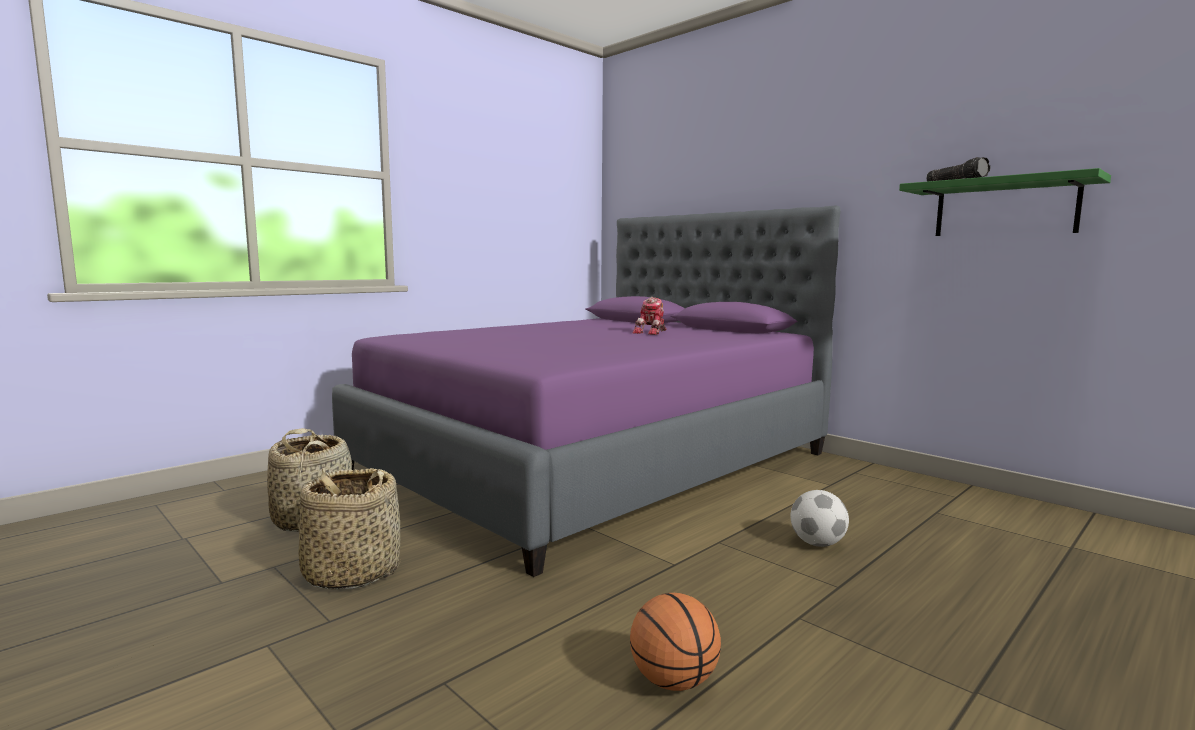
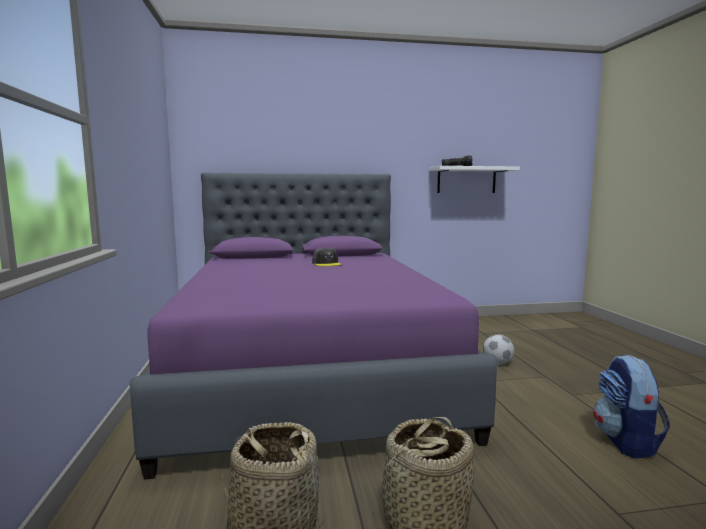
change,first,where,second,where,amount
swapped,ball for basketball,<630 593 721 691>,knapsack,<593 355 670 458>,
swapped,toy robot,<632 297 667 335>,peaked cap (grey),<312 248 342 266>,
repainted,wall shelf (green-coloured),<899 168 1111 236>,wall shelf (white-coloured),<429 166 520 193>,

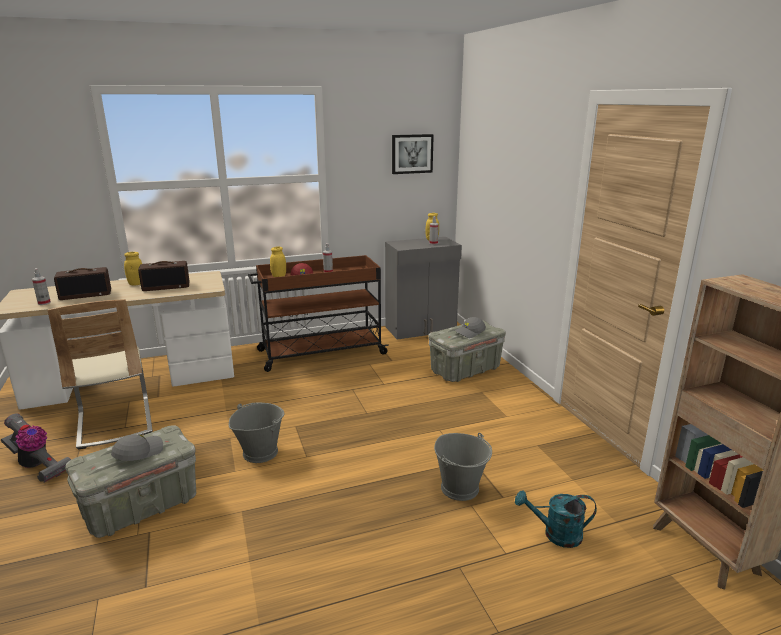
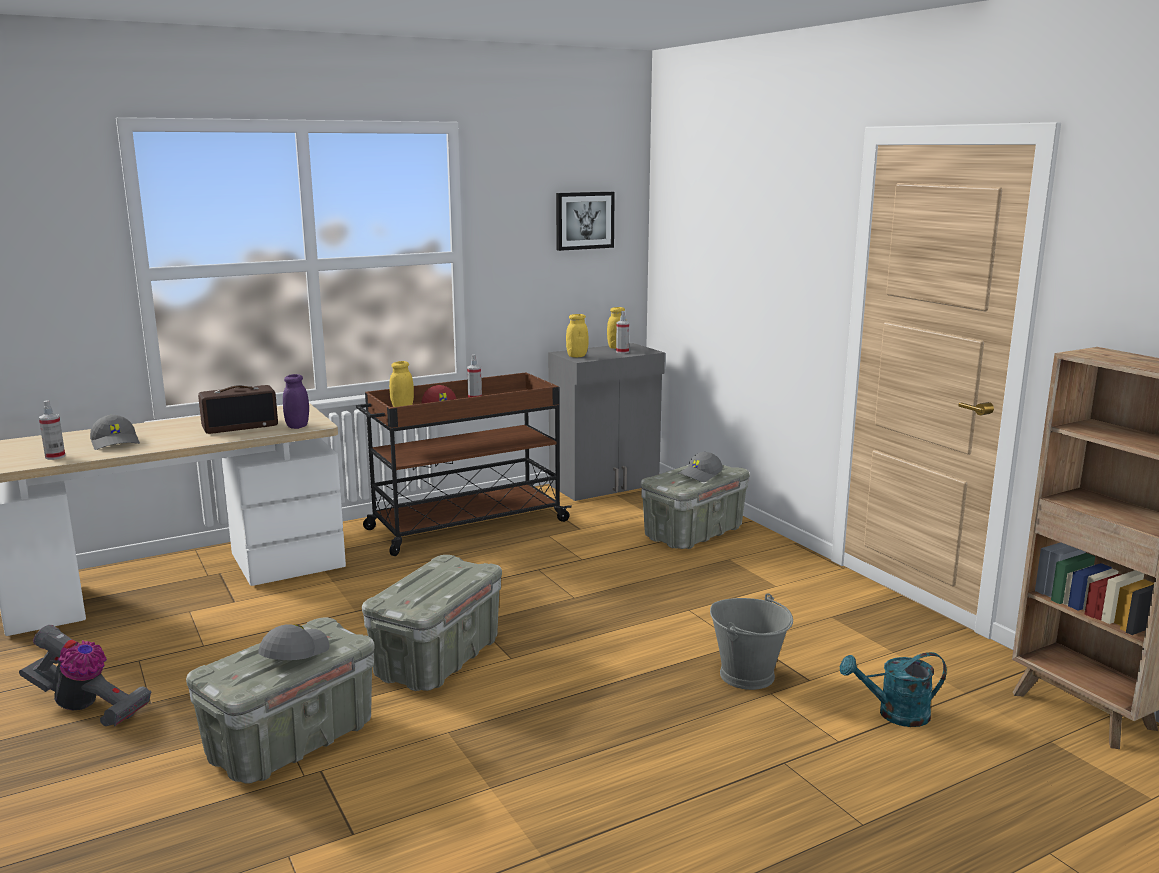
change,first,where,second,where,amount
gone,upright chair (sand-coloured),<48 299 153 449>,,,
new,,,preserve jar (purple-coloured),<283 374 309 429>,
shifted,preserve jar (yellowish),<124 252 142 285>,,<566 314 588 357>,
swapped,radio,<54 267 111 300>,peaked cap (grey),<90 415 140 450>,
swapped,water bucket (grey),<229 403 284 463>,storage box (grey),<362 555 502 691>,

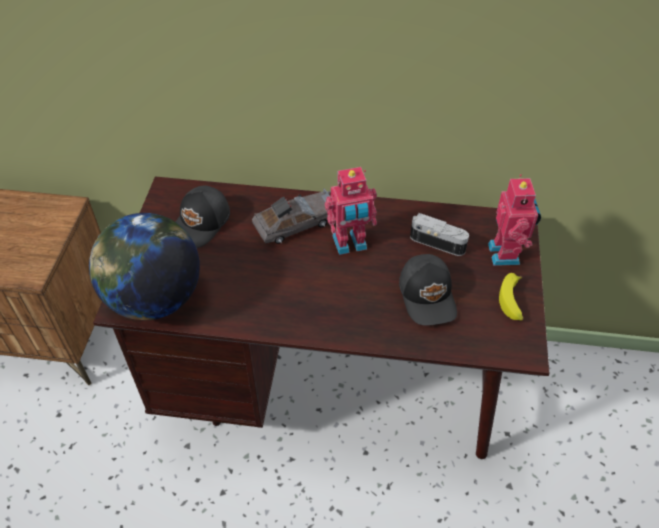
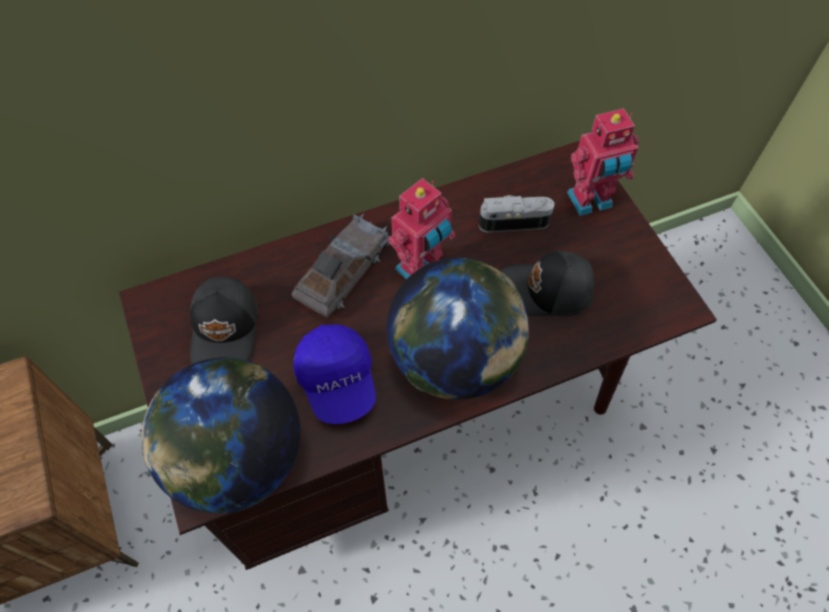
change,first,where,second,where,amount
gone,banana,<499 273 523 321>,,,
new,,,peaked cap (blue-coloured),<293 325 376 424>,
new,,,globe,<387 257 529 400>,
rotated,peaked cap (blackish),<399 254 457 325>,,<501 251 594 316>,135 degrees clockwise
rotated,toy robot,<488 174 541 266>,,<567 108 639 216>,105 degrees clockwise

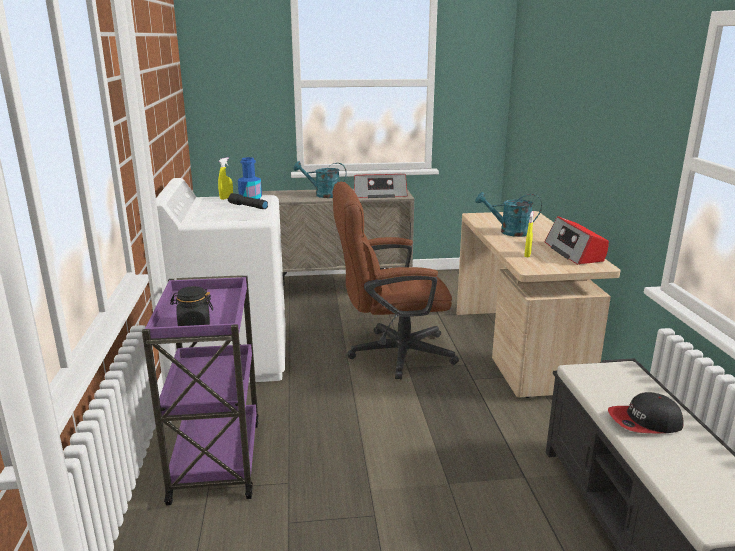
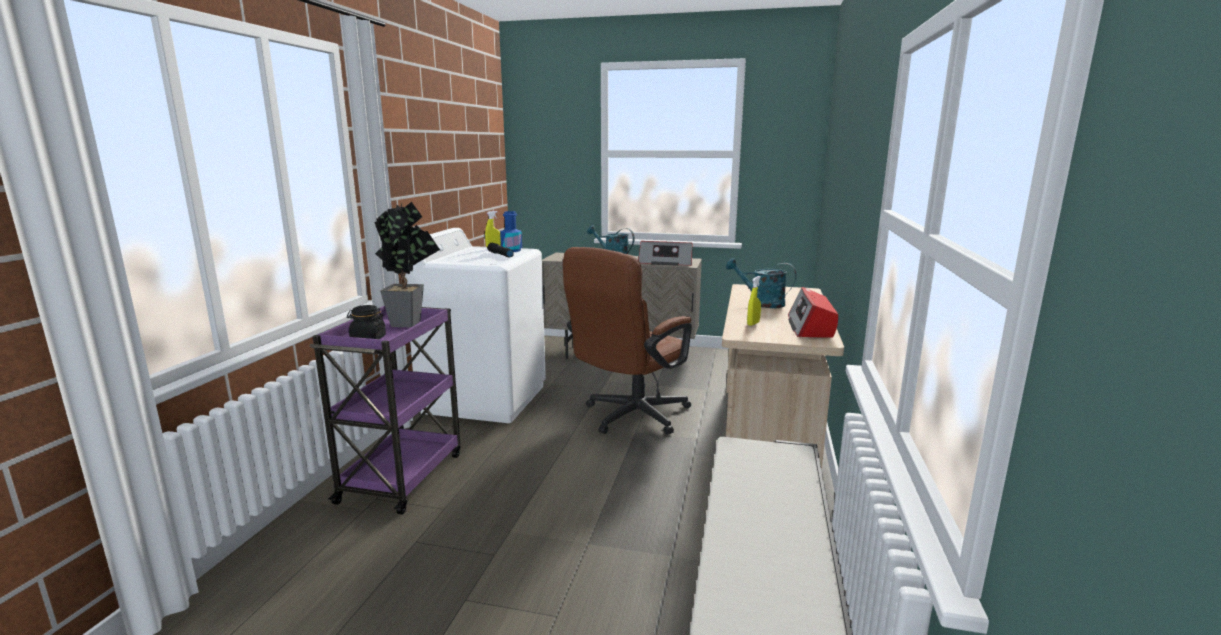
change,first,where,second,where,amount
gone,peaked cap,<608 392 684 433>,,,
new,,,potted plant,<375 202 440 327>,
rotated,computer chair (brownish),<333 182 459 379>,,<563 247 692 435>,60 degrees counterclockwise

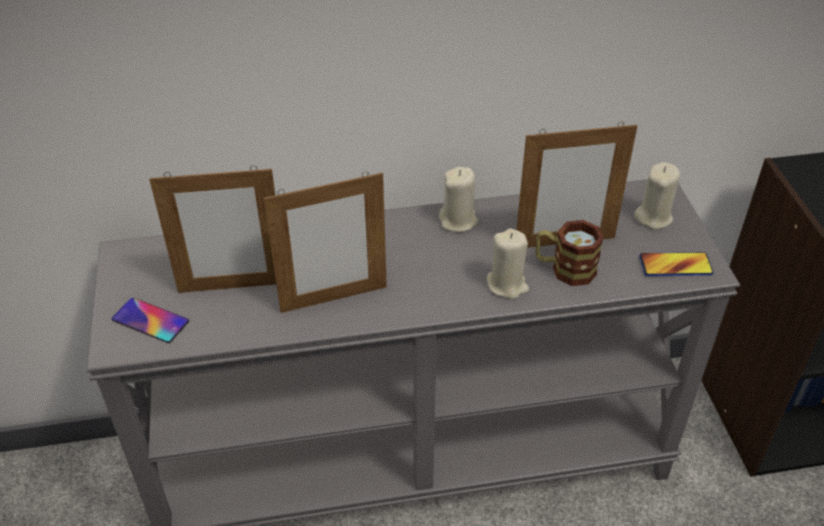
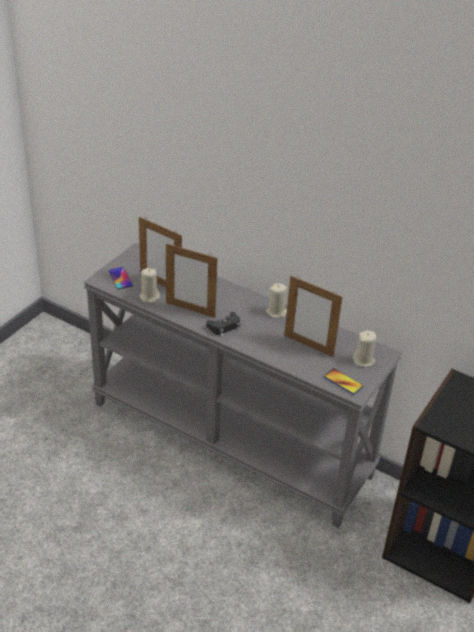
change,first,where,second,where,amount
gone,mug,<536 220 604 286>,,,
new,,,game controller (blackish),<206 312 240 337>,
shifted,wax candle (sand-coloured),<487 229 529 299>,,<140 268 160 303>,

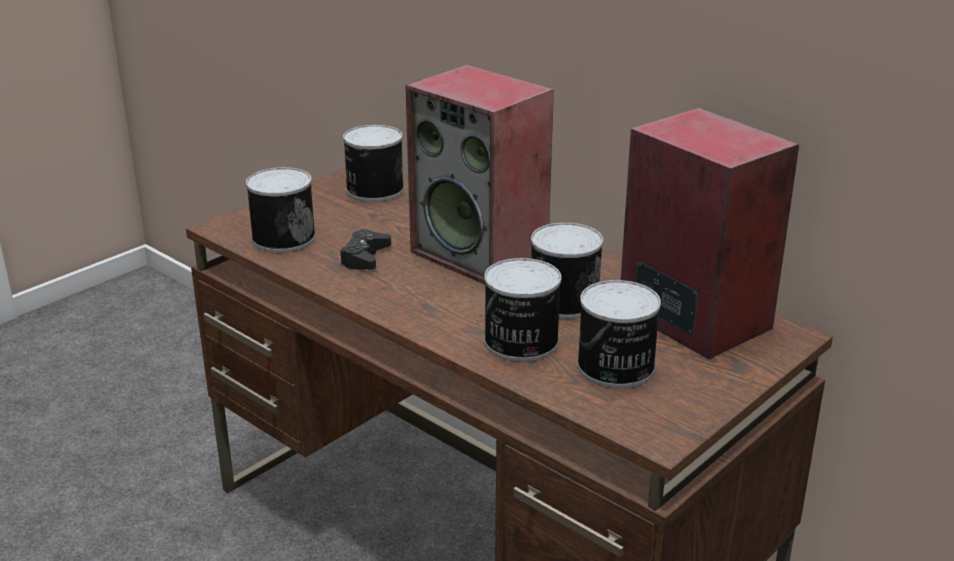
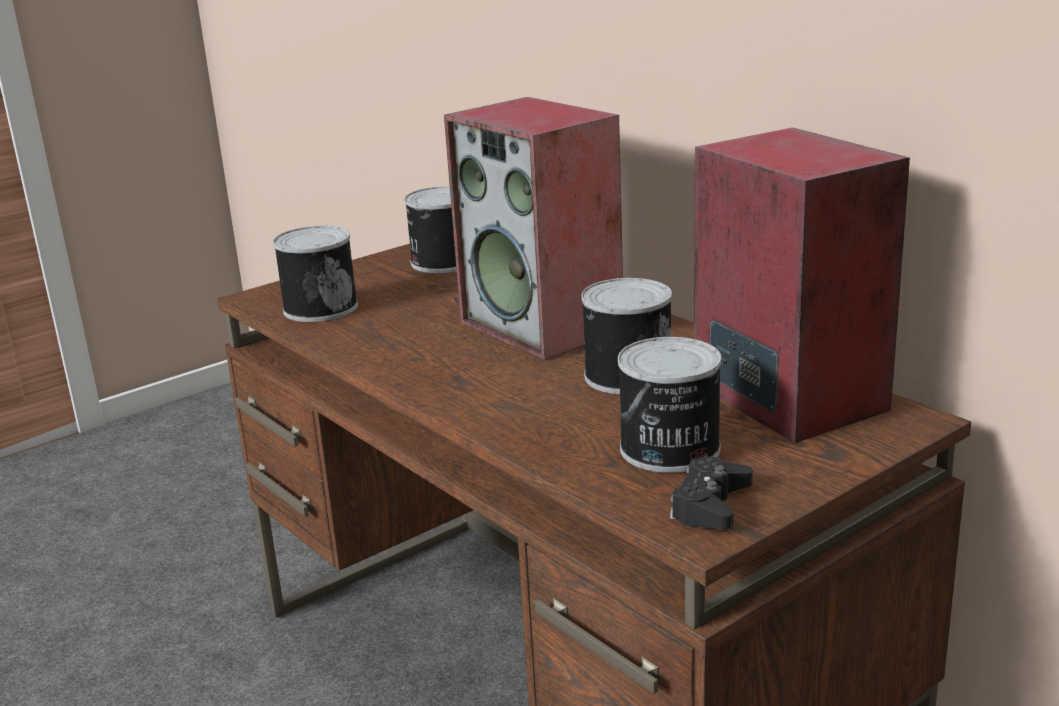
change,first,where,second,where,amount
gone,can,<484 258 561 362>,,,
shifted,game controller (blackish),<340 229 391 270>,,<670 456 753 530>,

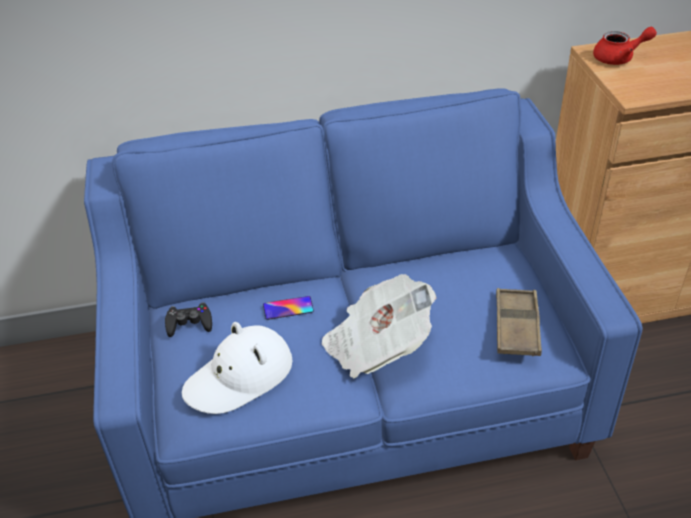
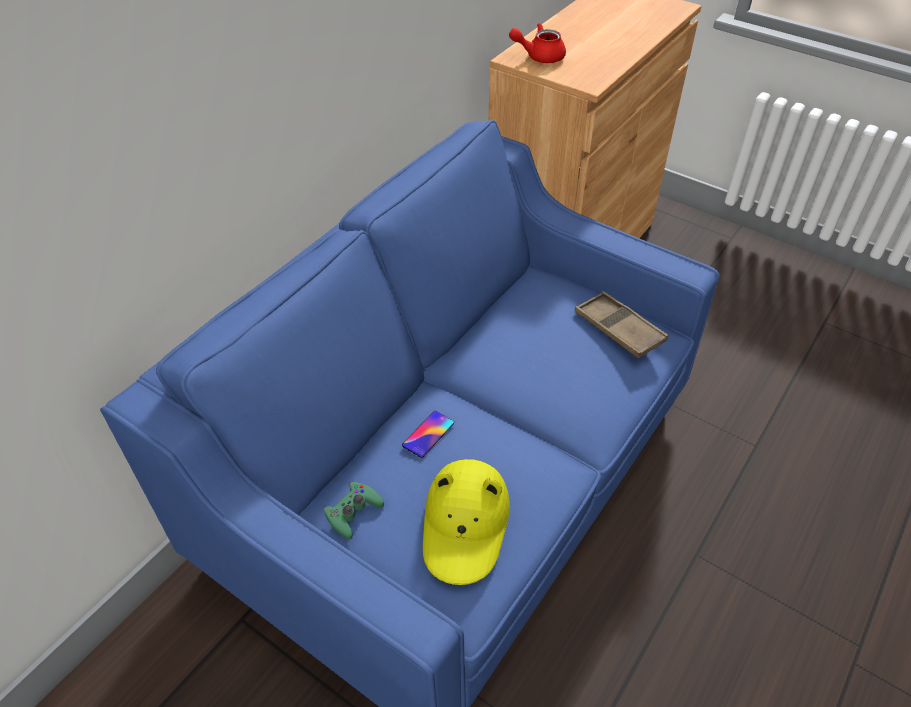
change,first,where,second,where,amount
gone,daily paper,<322 274 437 379>,,,
repainted,game controller (blackish),<165 302 212 337>,game controller (green-coloured),<324 482 384 540>,
repainted,wearable hat (white-coloured),<182 322 293 414>,wearable hat (yellowish),<423 459 510 585>,
rotated,tea pot (reddish),<593 27 657 65>,,<509 23 566 63>,135 degrees counterclockwise

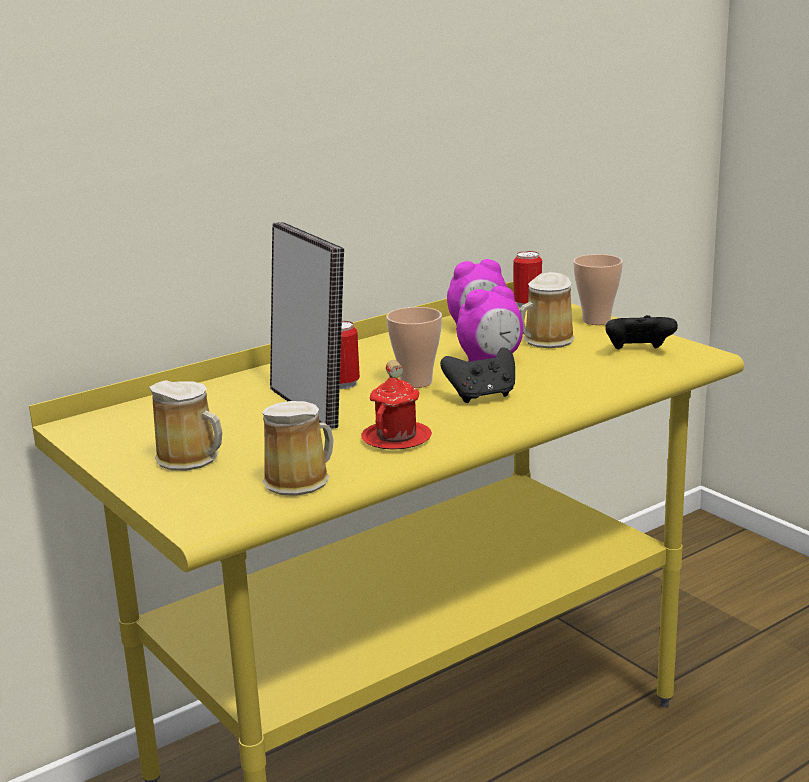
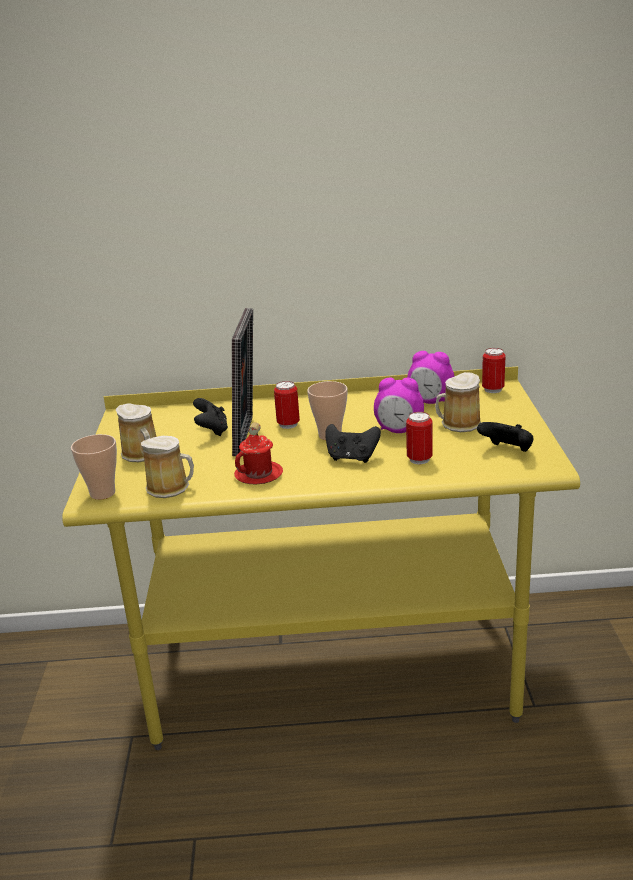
change,first,where,second,where,amount
new,,,game controller (blackish),<193 398 228 436>,
new,,,can,<406 412 433 464>,
shifted,small cup,<573 254 623 325>,,<71 434 117 500>,

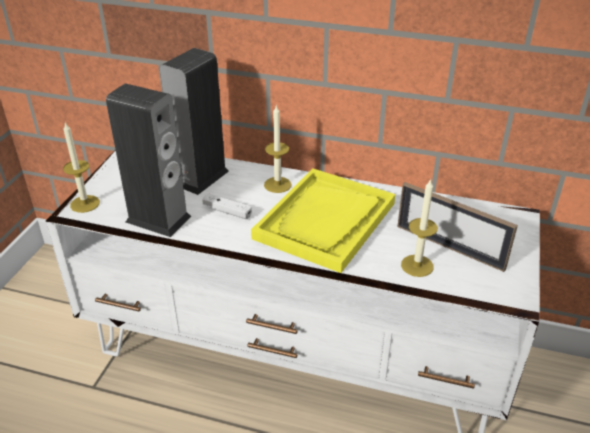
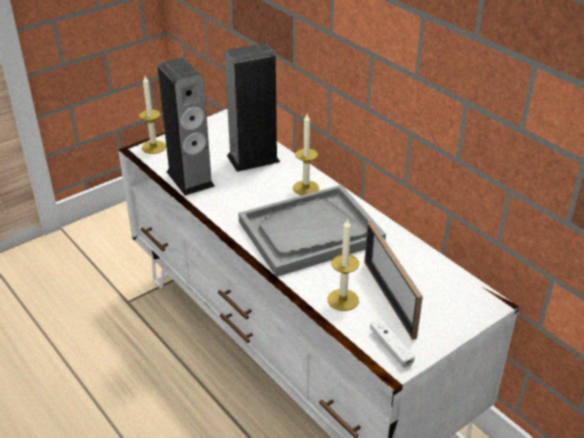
change,first,where,second,where,amount
shifted,game controller (white-coloured),<202 193 252 219>,,<370 319 415 368>,
repainted,serving tray (yellowish),<251 169 395 273>,serving tray (grey),<238 185 386 277>,

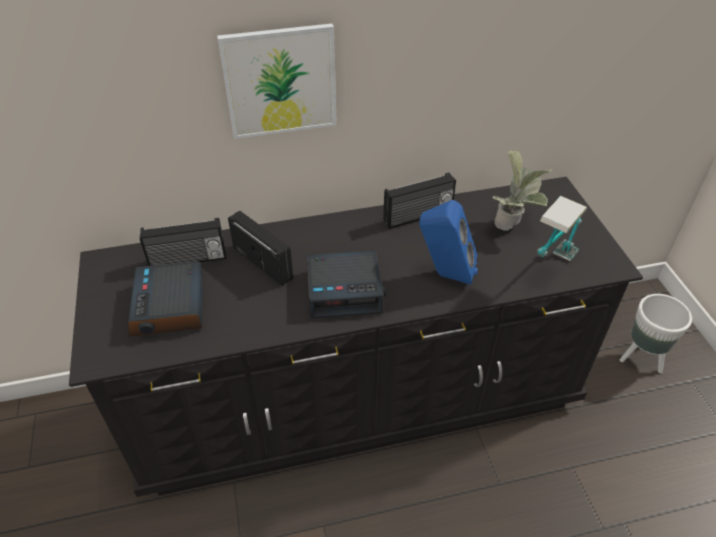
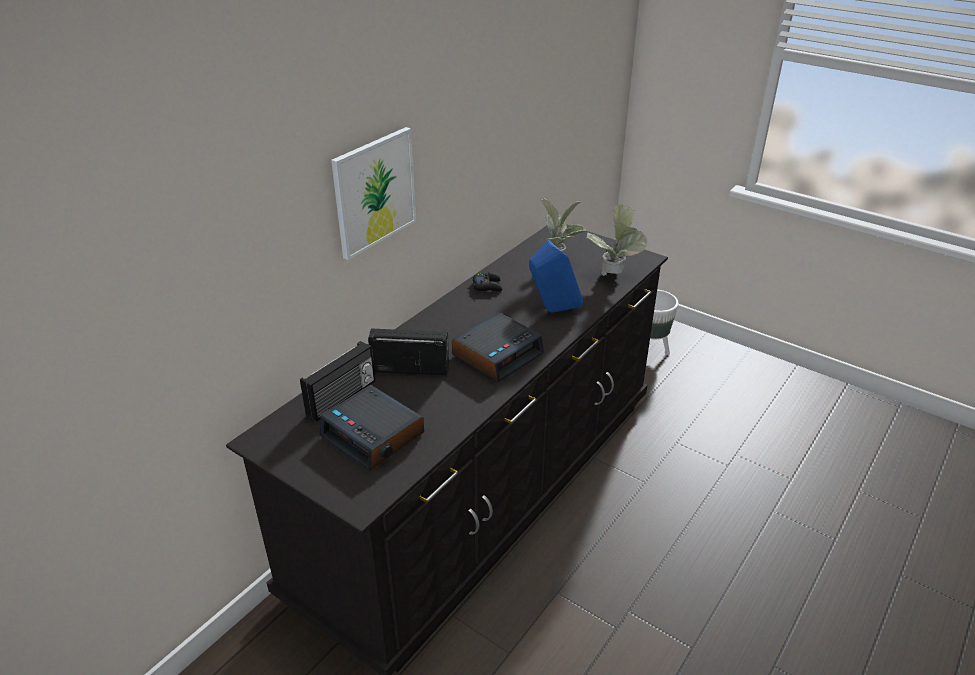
change,first,where,second,where,amount
swapped,radio,<383 172 456 229>,game controller (blackish),<473 272 502 291>,
swapped,lamp for a table,<537 196 587 262>,potted plant,<586 204 647 276>,

